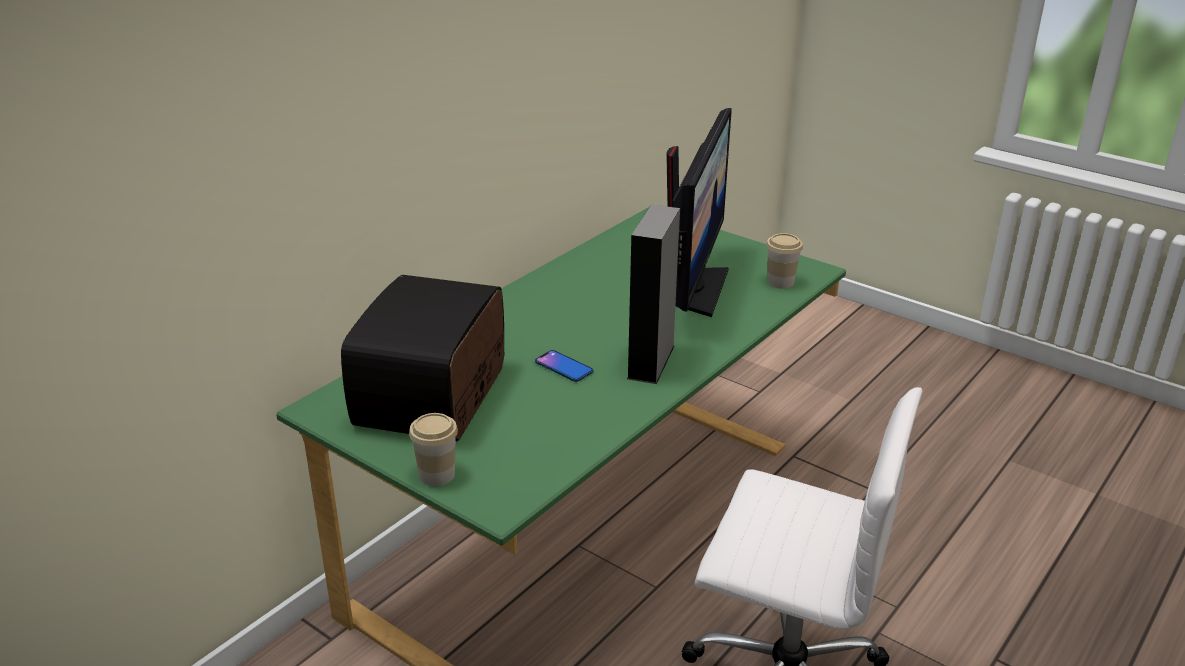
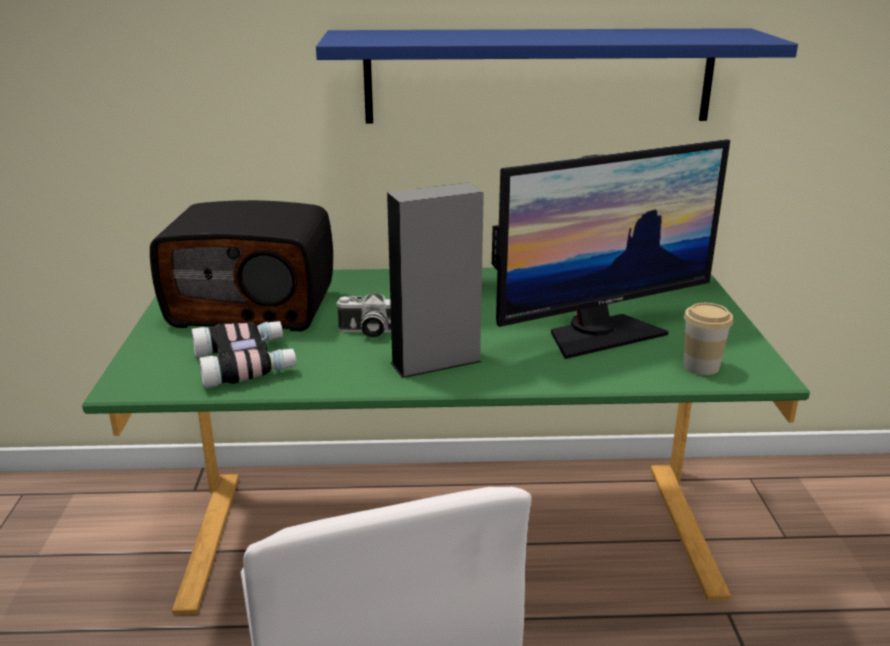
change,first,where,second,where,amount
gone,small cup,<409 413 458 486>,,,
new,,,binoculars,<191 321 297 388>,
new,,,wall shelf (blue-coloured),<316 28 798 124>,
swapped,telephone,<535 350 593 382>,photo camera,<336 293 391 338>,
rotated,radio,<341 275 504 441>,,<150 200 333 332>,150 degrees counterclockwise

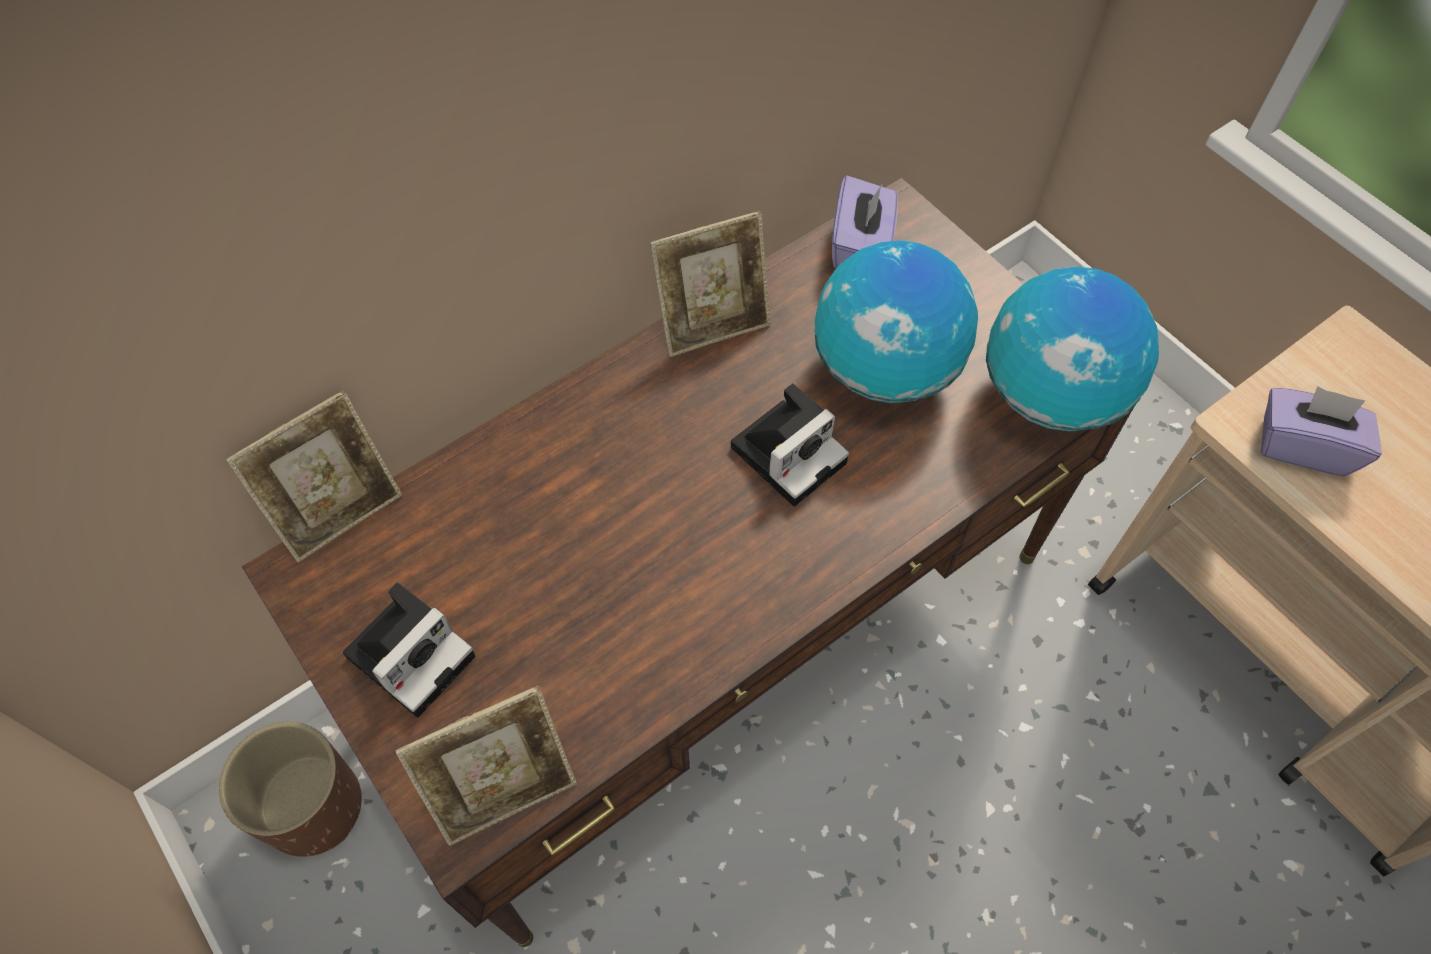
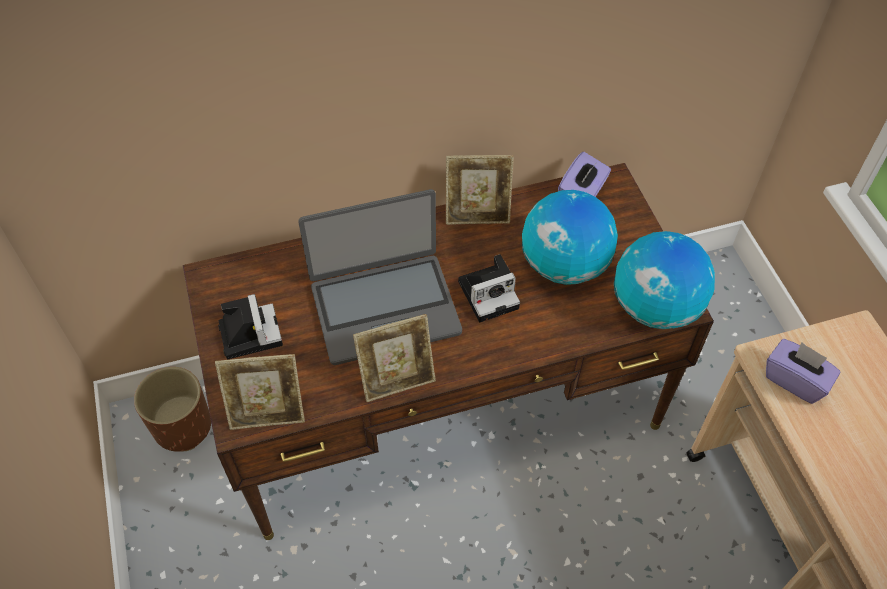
change,first,where,second,where,amount
new,,,laptop,<298 189 462 365>,
shifted,photo frame,<226 390 402 563>,,<353 314 436 402>,
rotated,photo camera,<343 582 475 717>,,<218 294 283 360>,75 degrees counterclockwise

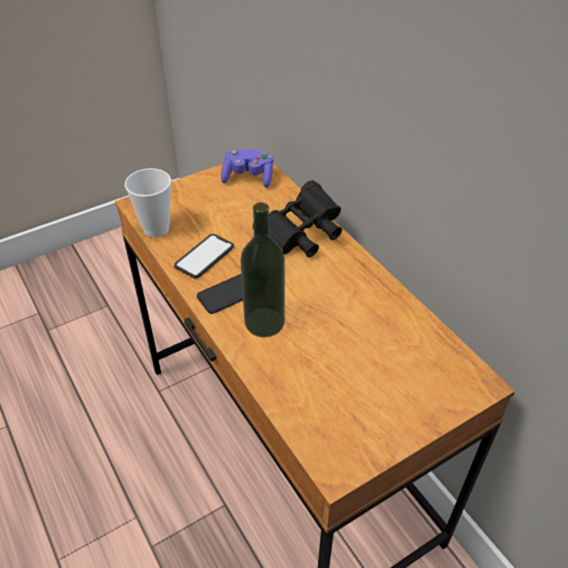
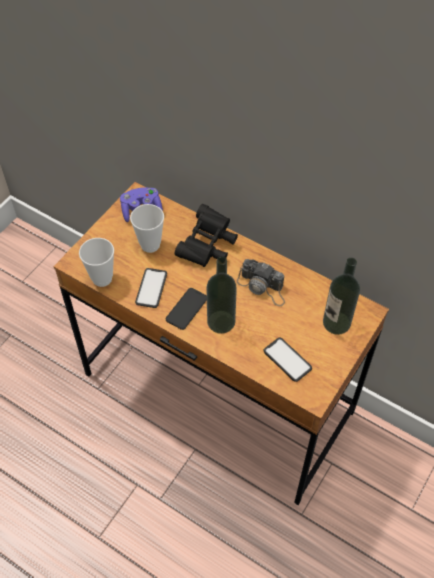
change,first,where,second,where,amount
new,,,small cup,<130 204 164 253>,
new,,,photo camera,<237 259 285 306>,
new,,,telephone,<263 338 312 382>,
new,,,bottle,<323 258 360 335>,

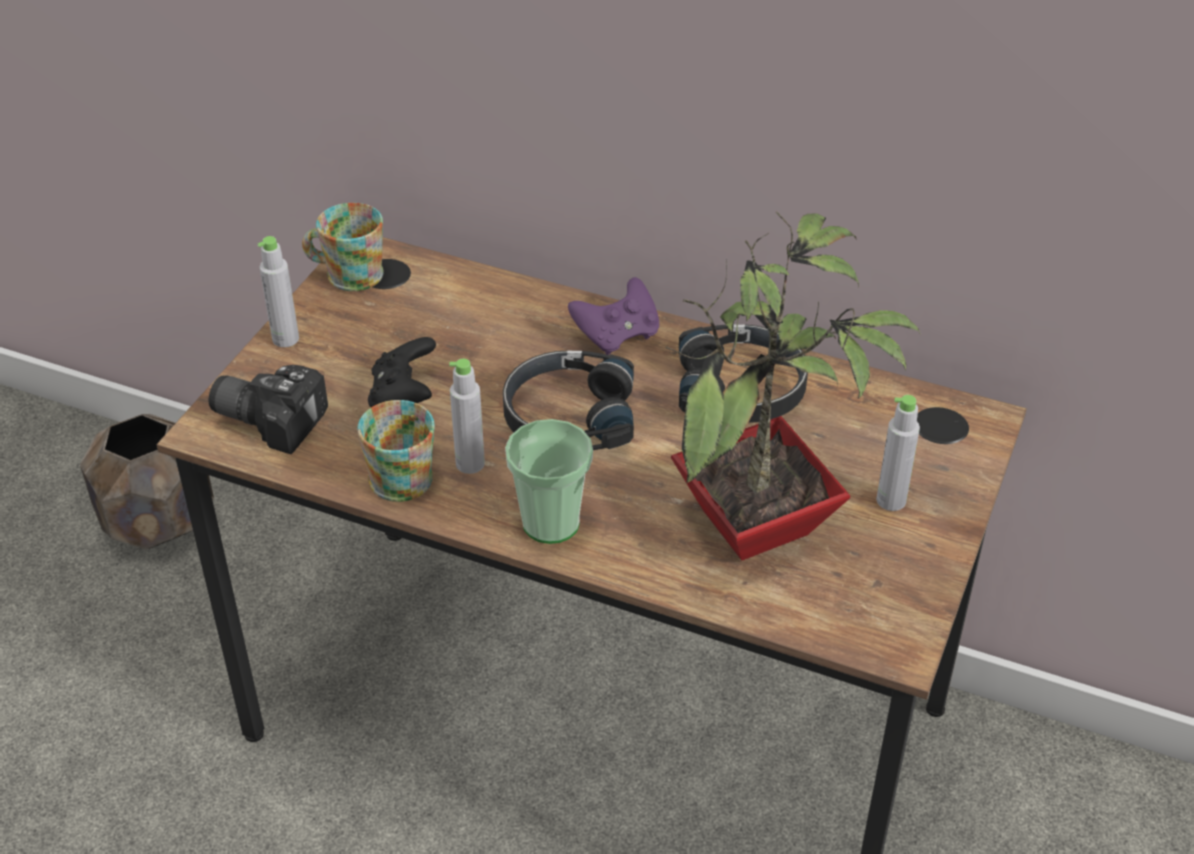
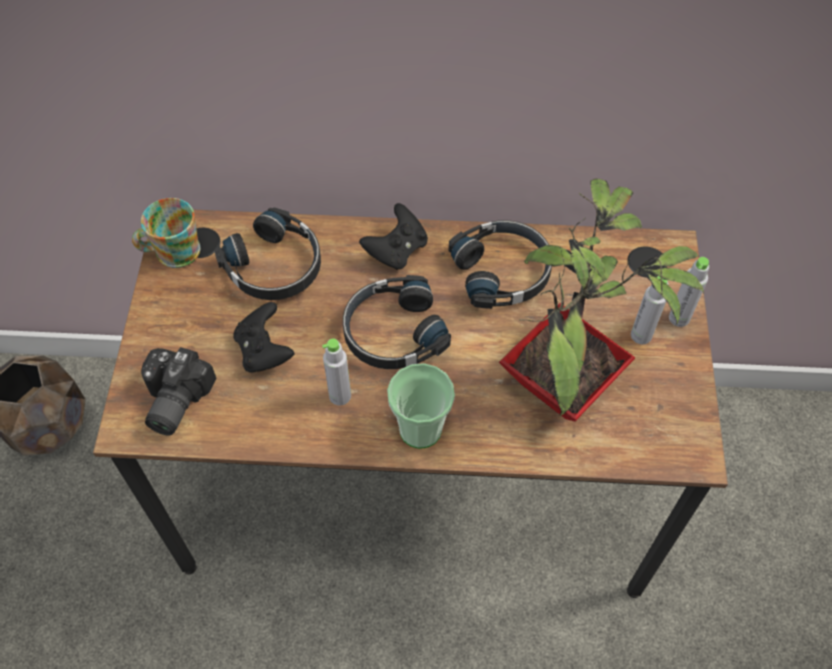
change,first,where,second,where,amount
gone,mug,<357 400 435 502>,,,
new,,,headphones (blackish),<214 207 321 300>,
shifted,bottle (grey),<258 236 299 347>,,<669 257 709 327>,
repainted,game controller (purple-coloured),<568 277 659 355>,game controller (blackish),<359 203 428 270>,
rotated,photo camera,<209 365 328 454>,,<141 347 216 436>,75 degrees counterclockwise

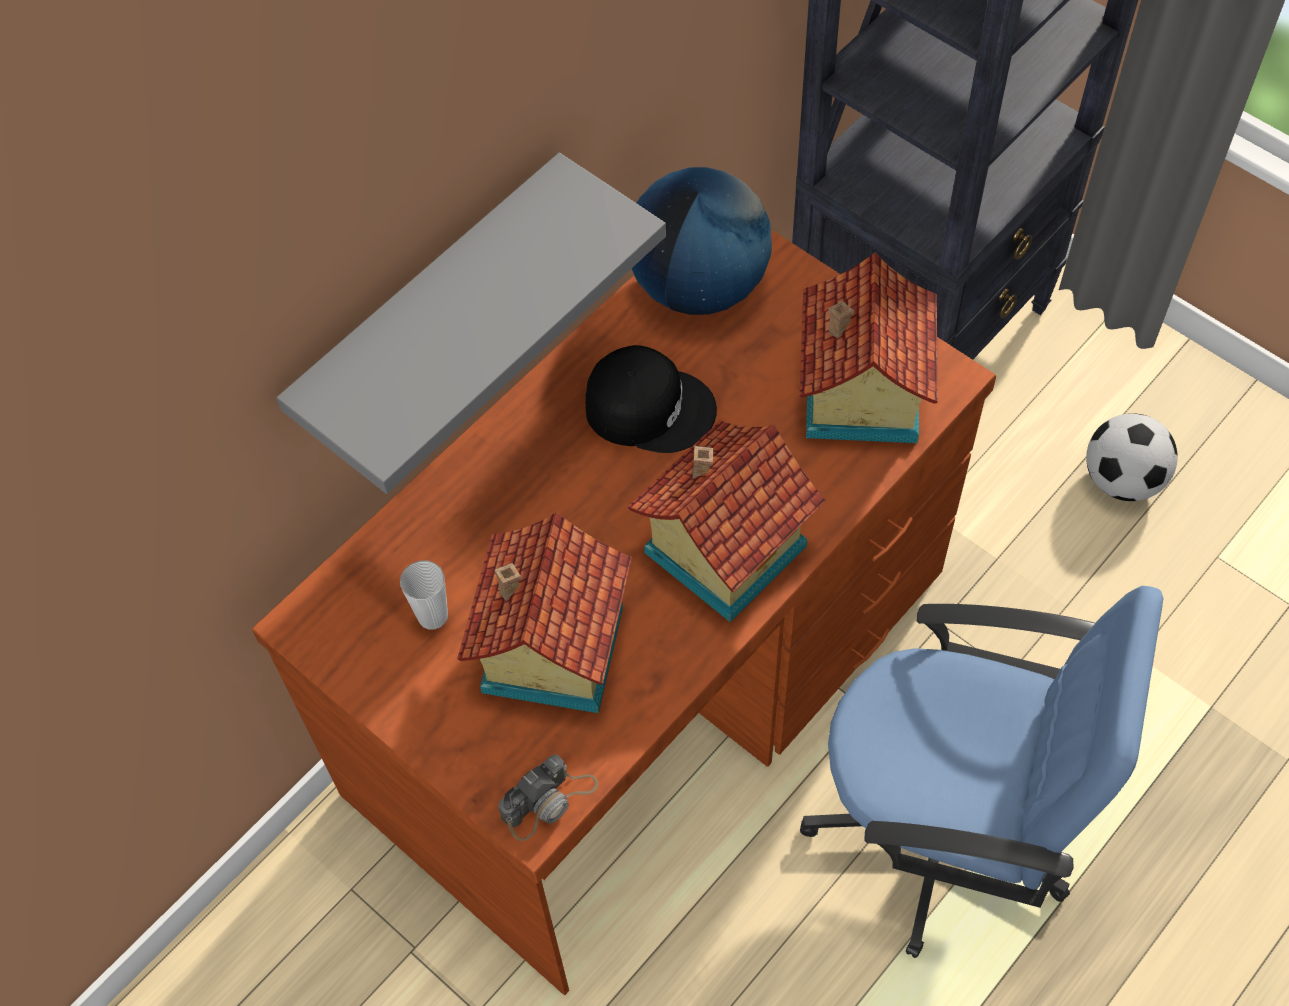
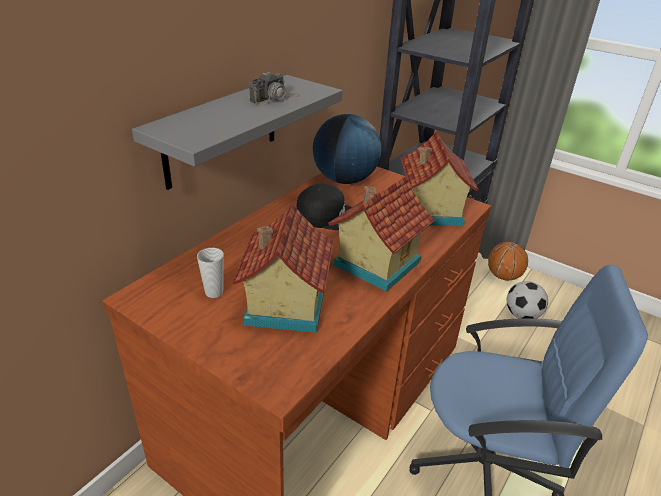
change,first,where,second,where,amount
new,,,ball for basketball,<488 242 528 281>,
shifted,photo camera,<498 755 598 841>,,<249 72 300 106>,

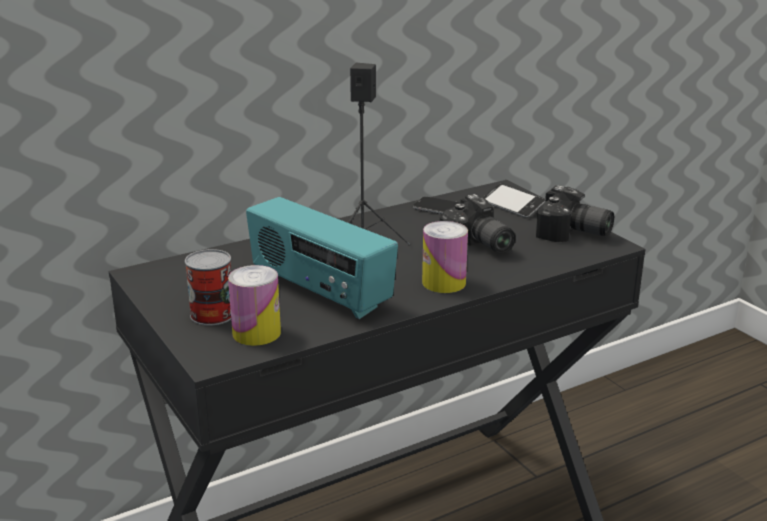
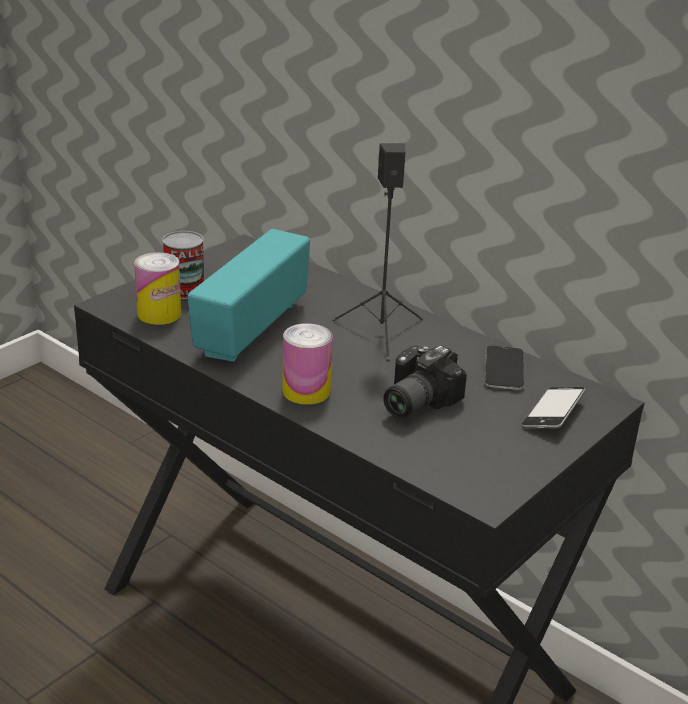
change,first,where,second,where,amount
gone,photo camera,<536 186 614 242>,,,

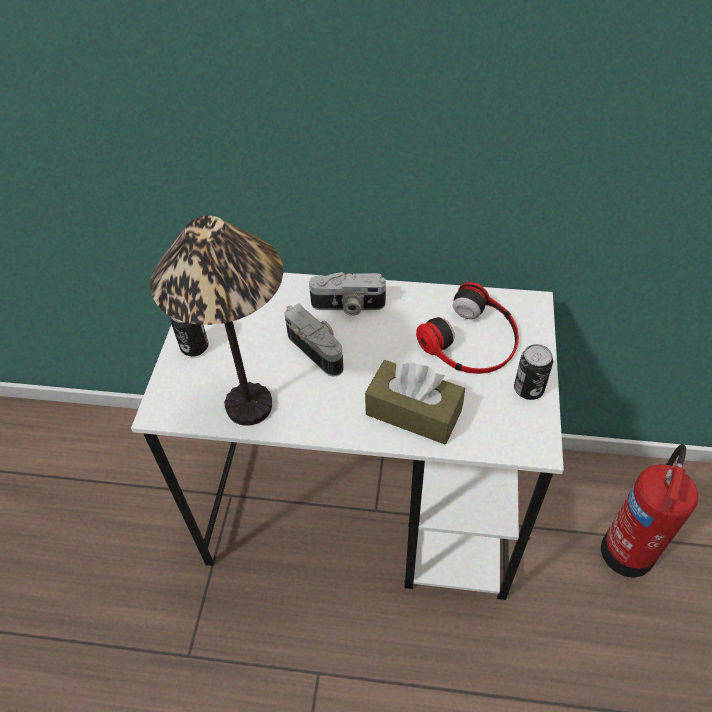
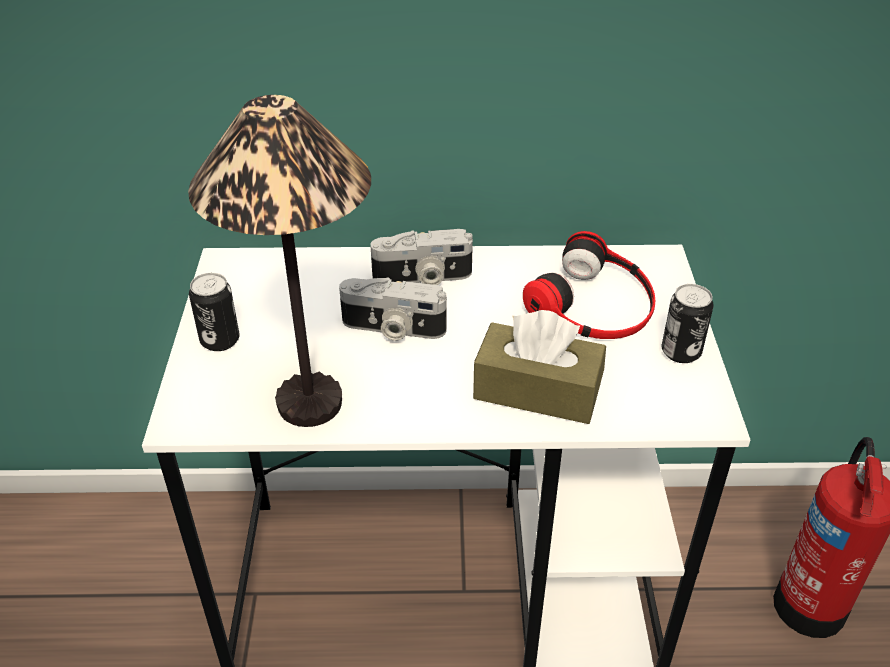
change,first,where,second,where,amount
rotated,photo camera,<284 303 343 376>,,<339 277 447 341>,150 degrees clockwise

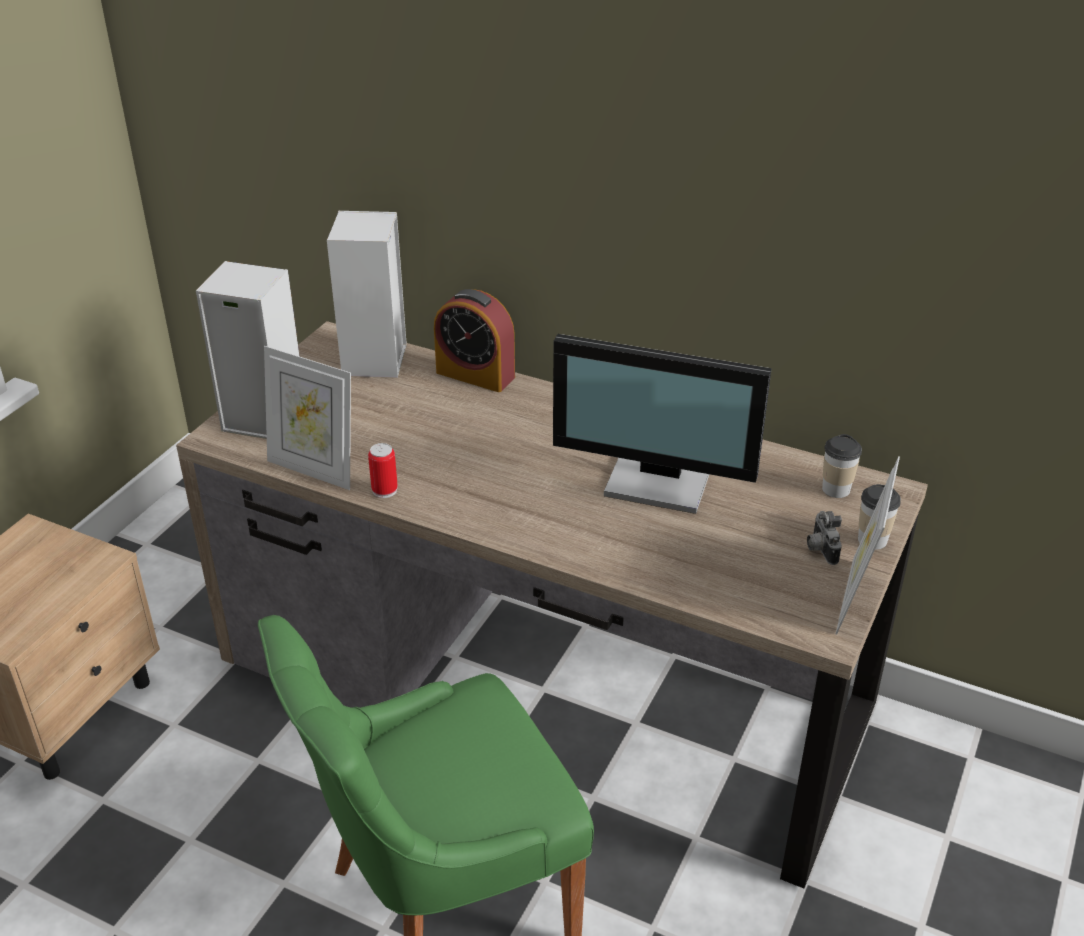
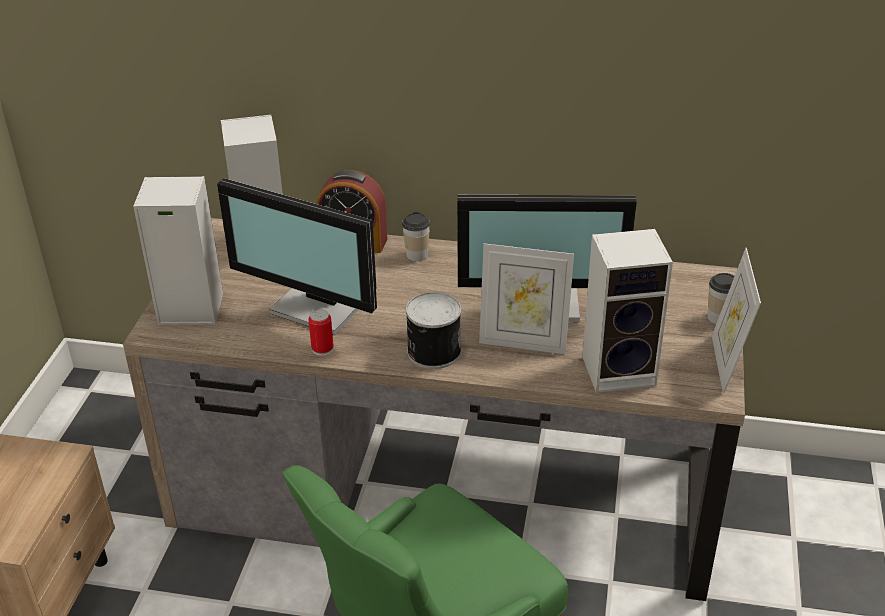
change,first,where,second,where,amount
gone,photo camera,<807 511 842 565>,,,
new,,,computer screen,<217 178 377 335>,
new,,,can,<406 292 461 369>,
new,,,audio speaker,<582 229 673 393>,
shifted,photo frame,<264 346 351 490>,,<479 243 574 354>,
shifted,small cup,<822 434 862 498>,,<402 212 430 261>,

